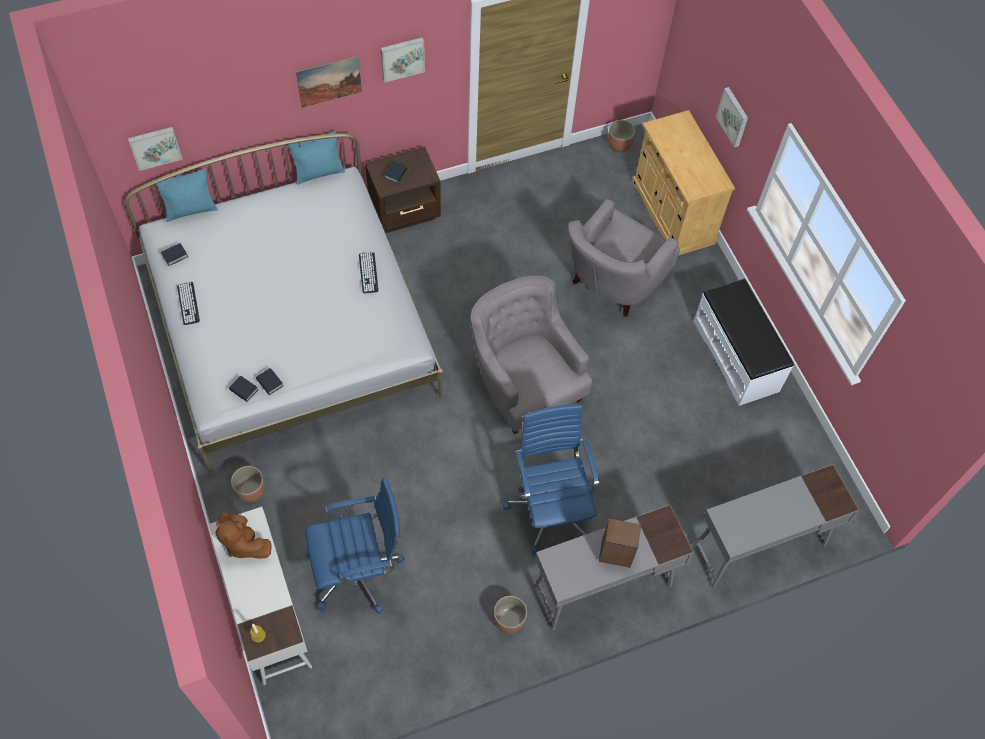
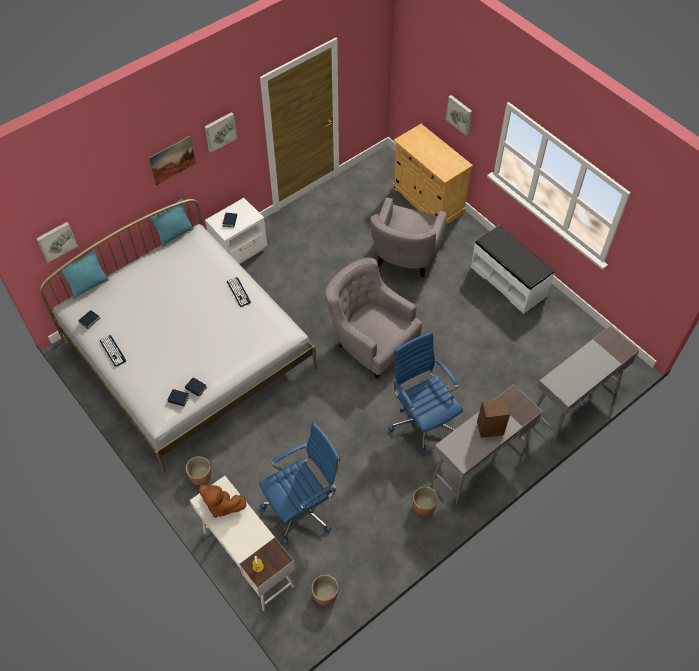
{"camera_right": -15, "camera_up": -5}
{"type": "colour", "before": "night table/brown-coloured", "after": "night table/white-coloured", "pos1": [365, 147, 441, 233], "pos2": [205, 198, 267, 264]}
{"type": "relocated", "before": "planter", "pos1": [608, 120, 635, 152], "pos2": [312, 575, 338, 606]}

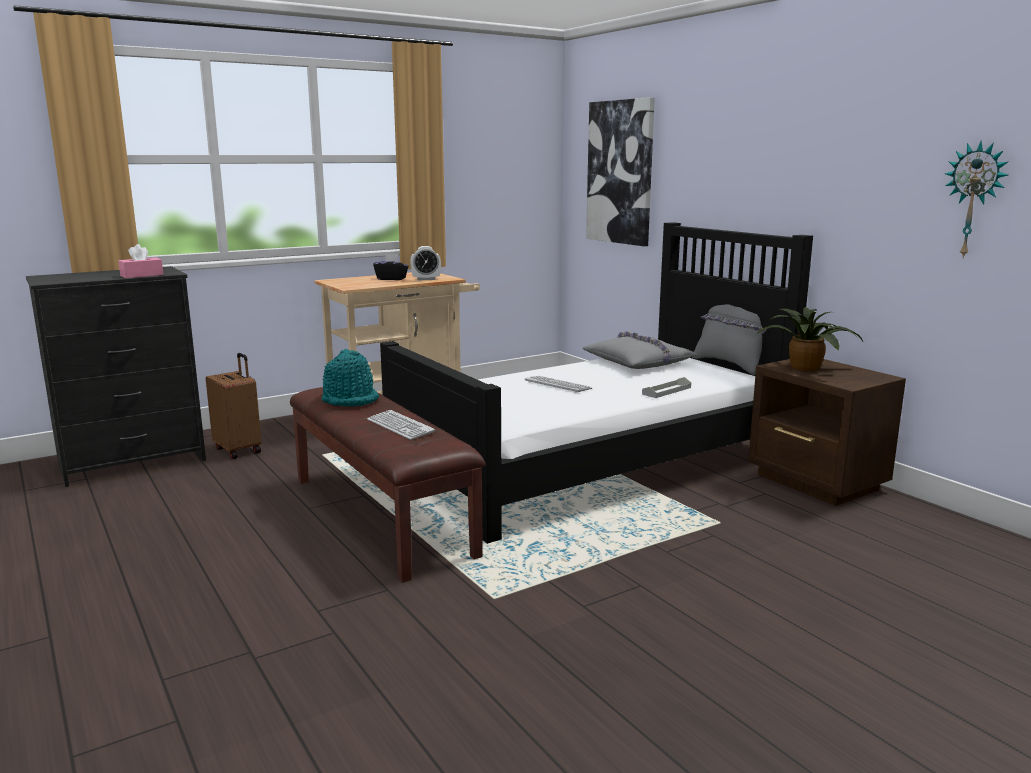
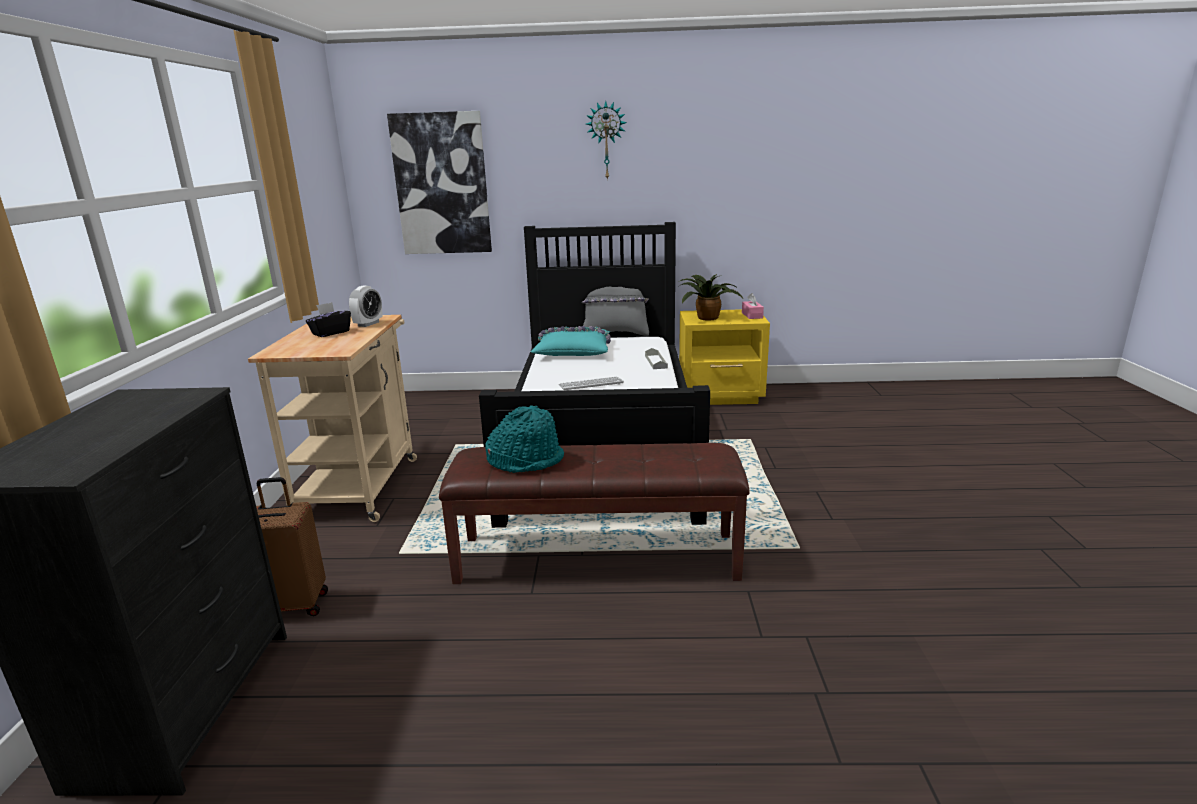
{"camera_right": -55, "camera_up": 5}
{"type": "relocated", "before": "box of tissues/pink-coloured", "pos1": [118, 244, 164, 278], "pos2": [742, 293, 764, 319]}
{"type": "missing", "before": "computer keyboard", "pos1": [367, 410, 435, 440]}
{"type": "colour", "before": "throw pillow/gray", "after": "throw pillow/turquoise-coloured", "pos1": [582, 331, 698, 369], "pos2": [531, 326, 611, 356]}
{"type": "colour", "before": "night table/brown-coloured", "after": "night table/yellow", "pos1": [748, 359, 906, 506], "pos2": [679, 309, 770, 405]}
{"type": "relocated", "before": "wall clock", "pos1": [945, 141, 1008, 259], "pos2": [586, 101, 627, 181]}

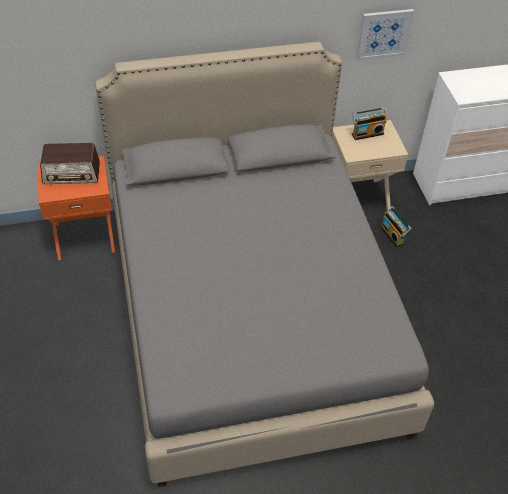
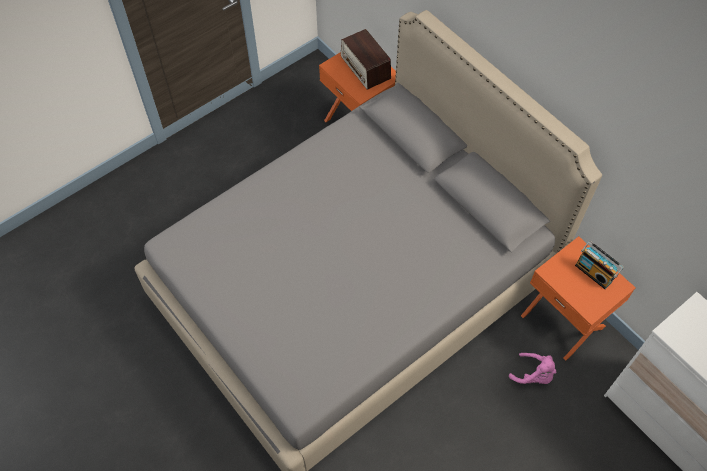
{"camera_right": 65, "camera_up": 10}
{"type": "colour", "before": "night table/beige-coloured", "after": "night table/orangey", "pos1": [332, 120, 408, 211], "pos2": [521, 236, 636, 361]}
{"type": "missing", "before": "wall picture", "pos1": [356, 9, 414, 60]}
{"type": "exchanged", "before": "radio", "after": "cuddly toy/pink-coloured", "pos1": [381, 206, 412, 247], "pos2": [509, 353, 556, 384]}

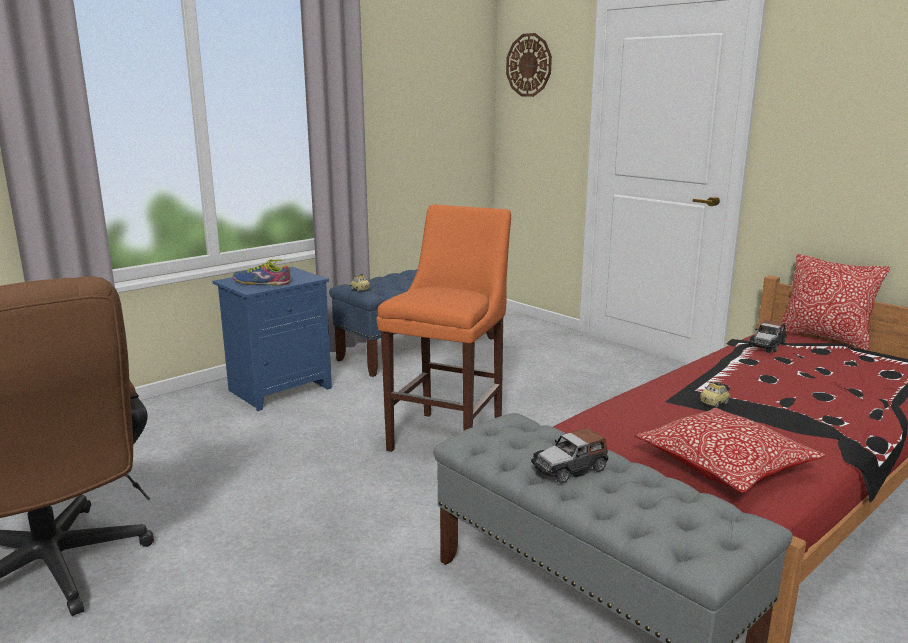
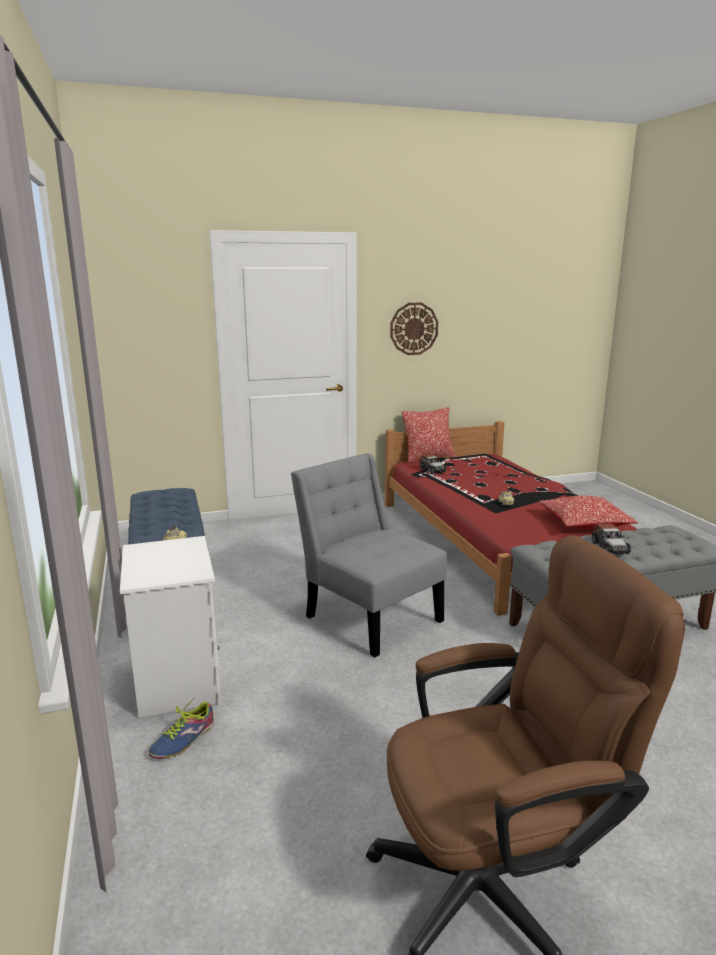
{"camera_right": -65, "camera_up": 0}
{"type": "colour", "before": "night table/blue", "after": "night table/white-coloured", "pos1": [213, 267, 332, 411], "pos2": [120, 536, 221, 718]}
{"type": "relocated", "before": "item of footwear", "pos1": [233, 259, 290, 285], "pos2": [149, 699, 214, 759]}
{"type": "exchanged", "before": "stool seat/orangey", "after": "chair/gray", "pos1": [377, 204, 511, 452], "pos2": [291, 453, 447, 658]}
{"type": "relocated", "before": "wall clock", "pos1": [506, 33, 552, 97], "pos2": [390, 303, 438, 355]}

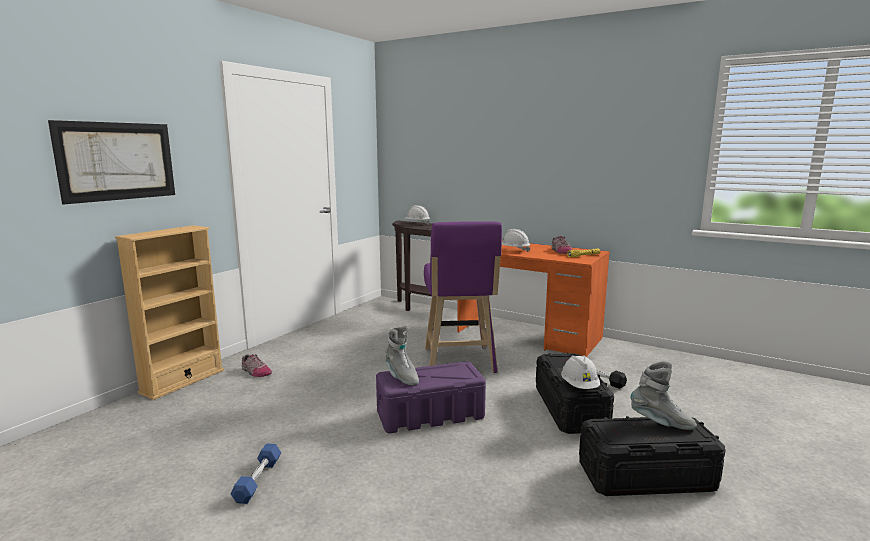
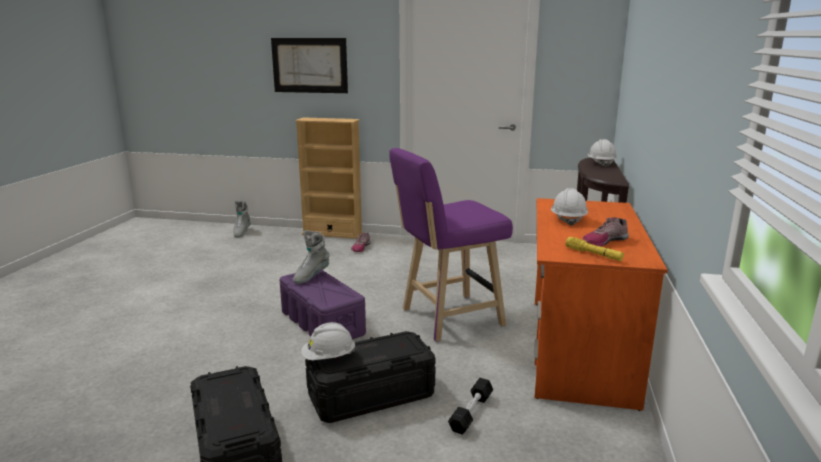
{"camera_right": 70, "camera_up": 5}
{"type": "missing", "before": "free weight/blue", "pos1": [230, 443, 281, 504]}
{"type": "relocated", "before": "boot/gray", "pos1": [631, 361, 697, 430], "pos2": [233, 201, 251, 238]}

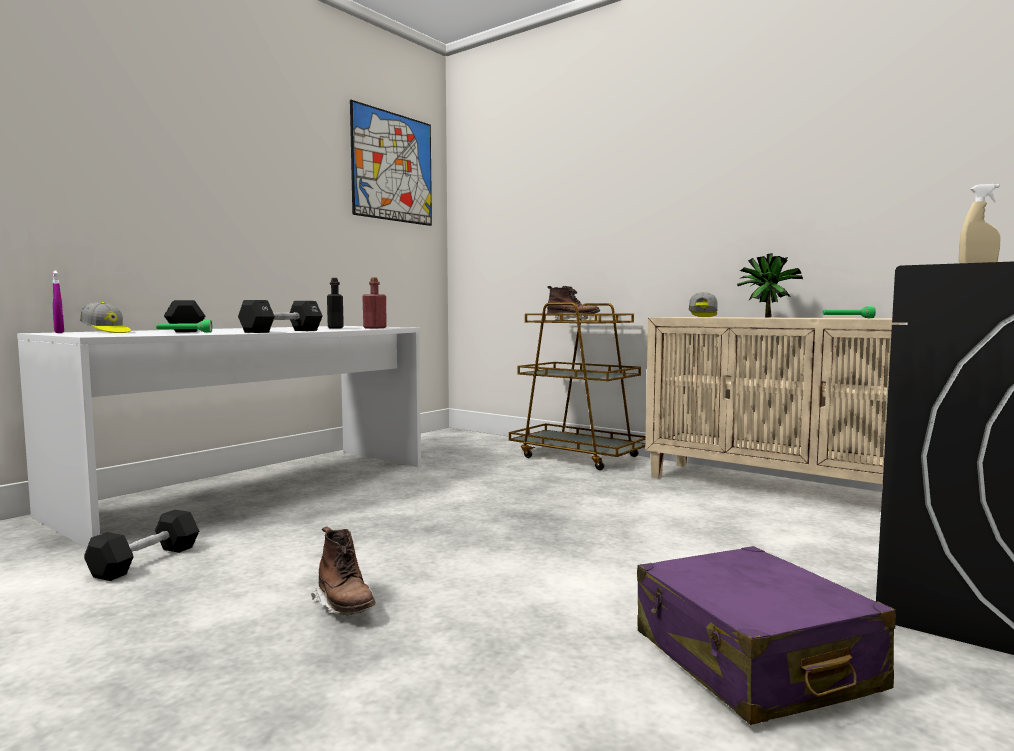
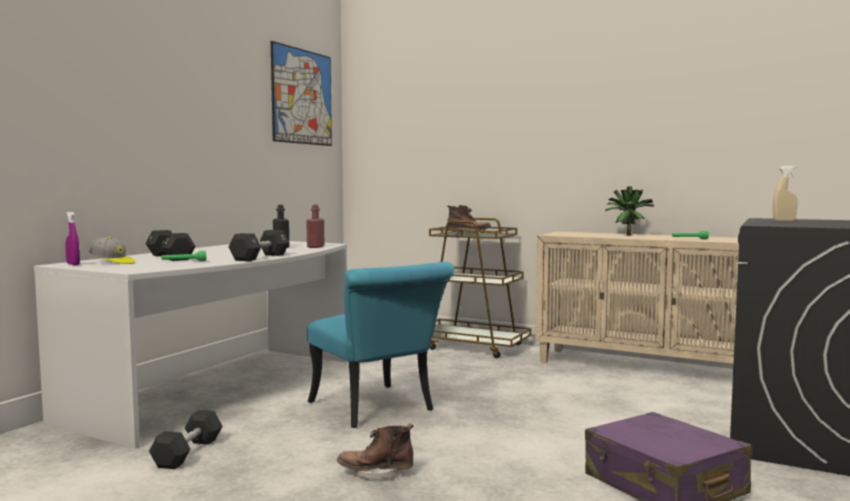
{"camera_right": -10, "camera_up": 0}
{"type": "spun", "before": "boot/brown-coloured", "pos1": [311, 527, 376, 615], "pos2": [337, 424, 414, 480], "turn": 135}
{"type": "missing", "before": "baseball cap", "pos1": [689, 292, 718, 317]}
{"type": "appeared", "after": "chair/turquoise-coloured", "pos2": [307, 262, 454, 428]}

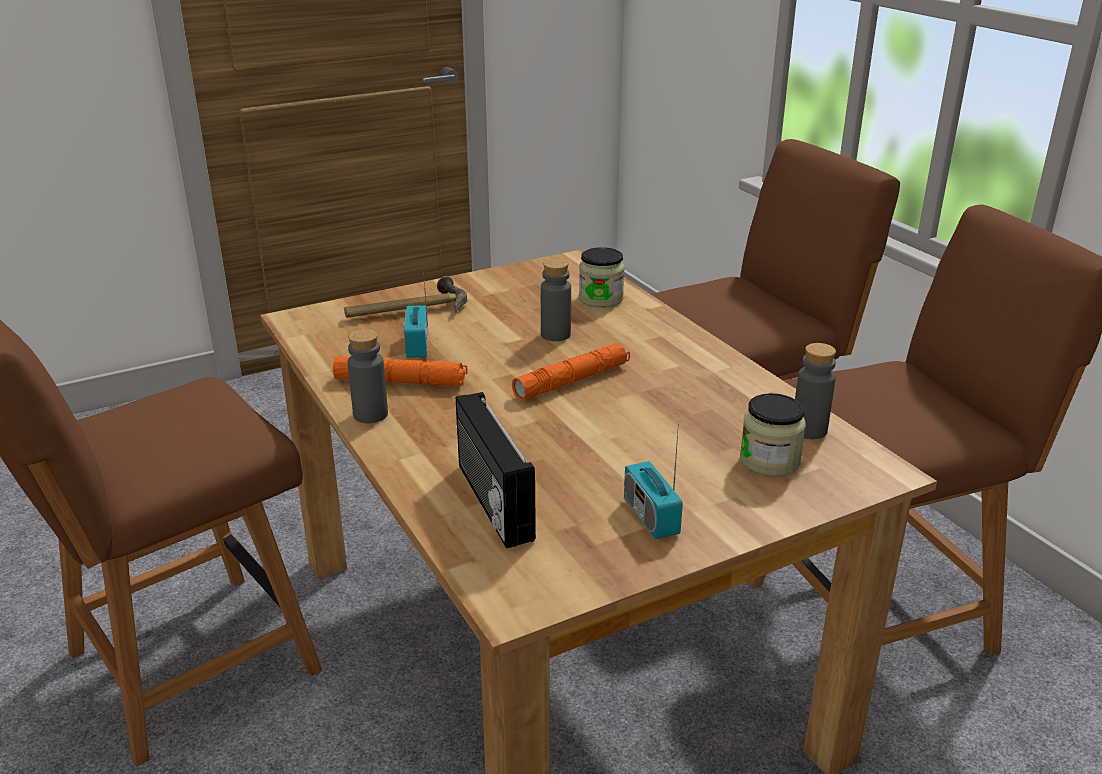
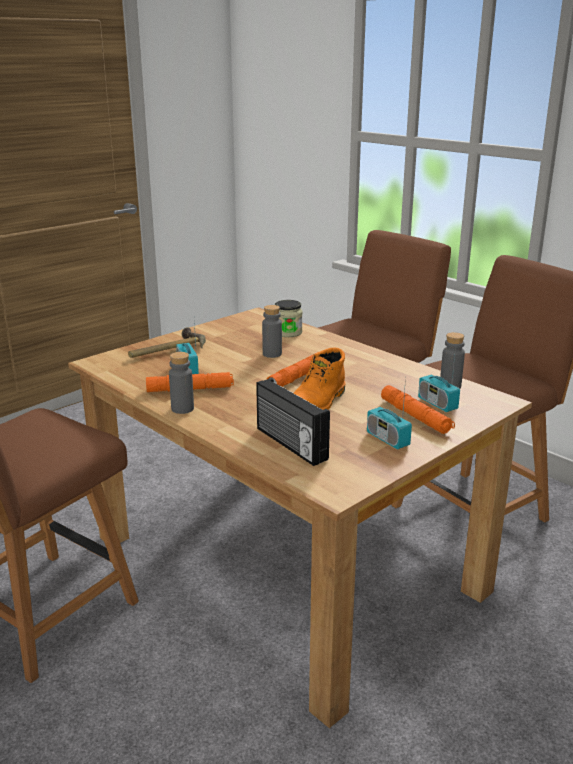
{"camera_right": -15, "camera_up": -5}
{"type": "exchanged", "before": "preserve jar", "after": "radio", "pos1": [740, 393, 806, 477], "pos2": [418, 345, 460, 412]}
{"type": "appeared", "after": "boot/orangey", "pos2": [294, 347, 345, 410]}
{"type": "appeared", "after": "hand torch/orangey", "pos2": [381, 385, 455, 434]}

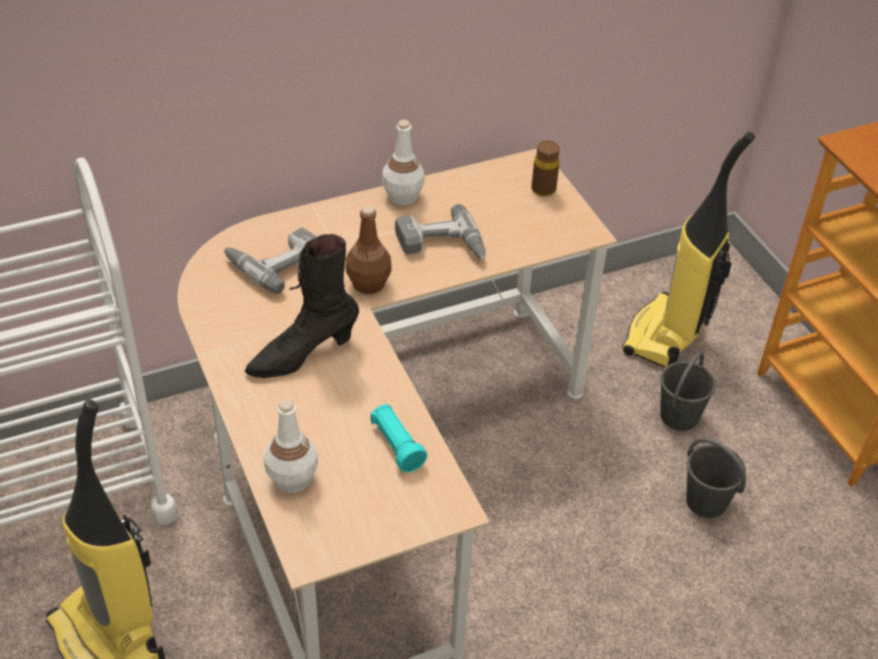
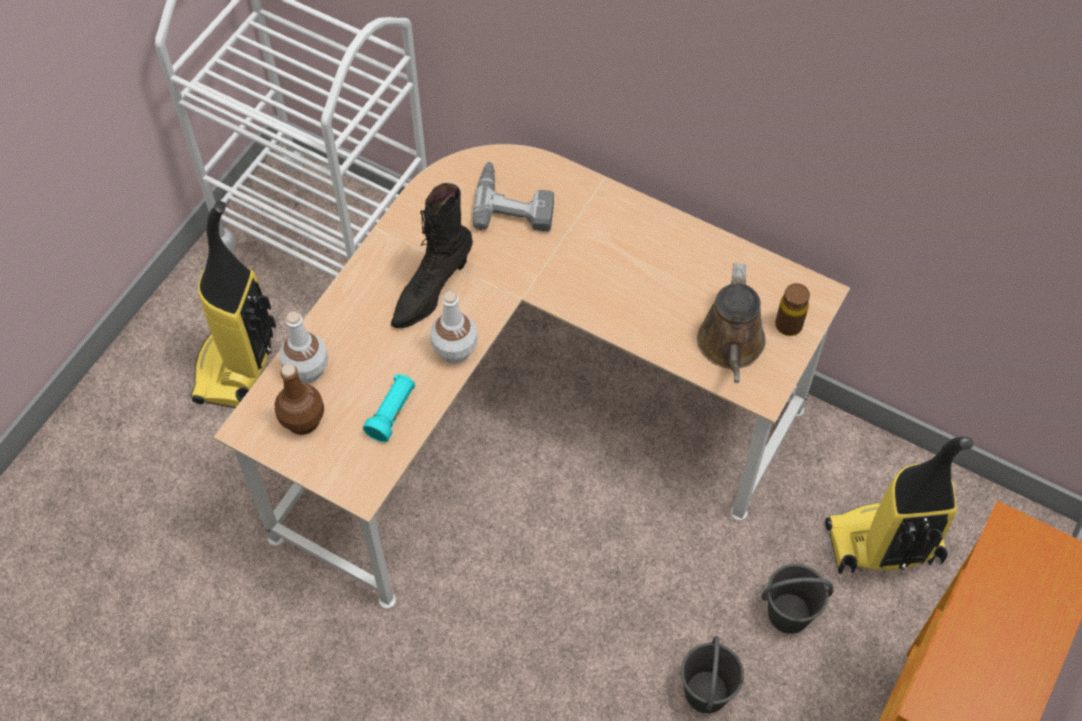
{"camera_right": 55, "camera_up": 15}
{"type": "spun", "before": "boot/black-coloured", "pos1": [245, 234, 359, 378], "pos2": [391, 183, 473, 328], "turn": -75}
{"type": "relocated", "before": "drink bottle/brown-coloured", "pos1": [346, 205, 392, 294], "pos2": [274, 364, 324, 435]}
{"type": "relocated", "before": "drink bottle/white-coloured", "pos1": [382, 120, 424, 205], "pos2": [430, 291, 478, 363]}
{"type": "missing", "before": "electric drill", "pos1": [395, 204, 485, 259]}
{"type": "appeared", "after": "watering can/brown-coloured", "pos2": [697, 263, 765, 383]}

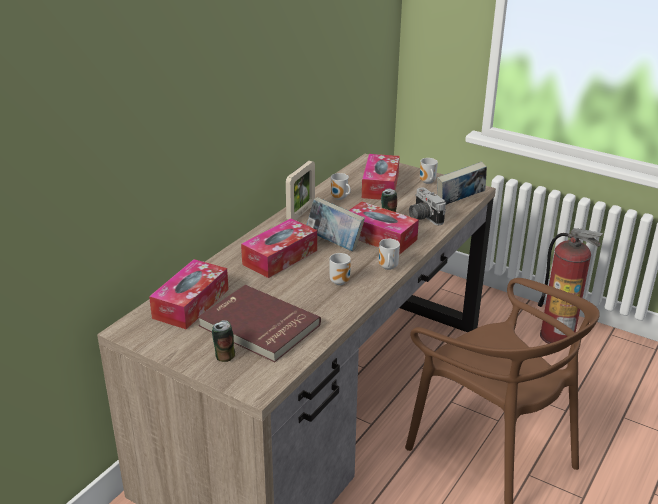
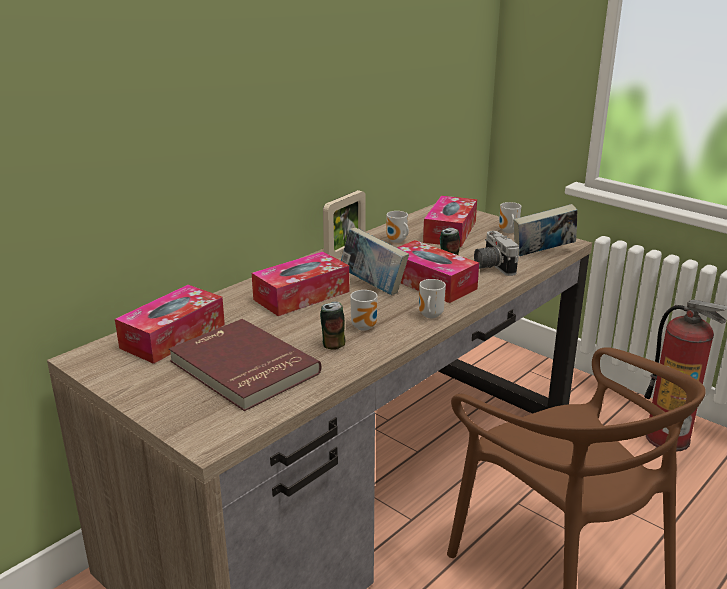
{"camera_right": 10, "camera_up": -5}
{"type": "relocated", "before": "metal can", "pos1": [212, 320, 235, 362], "pos2": [320, 301, 346, 350]}

